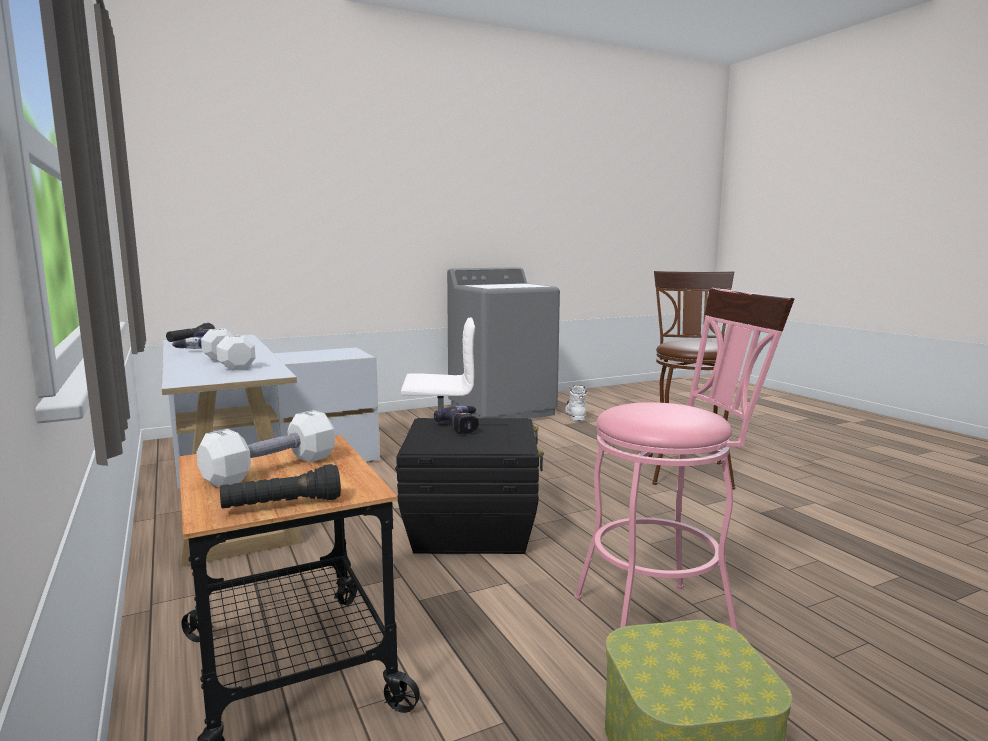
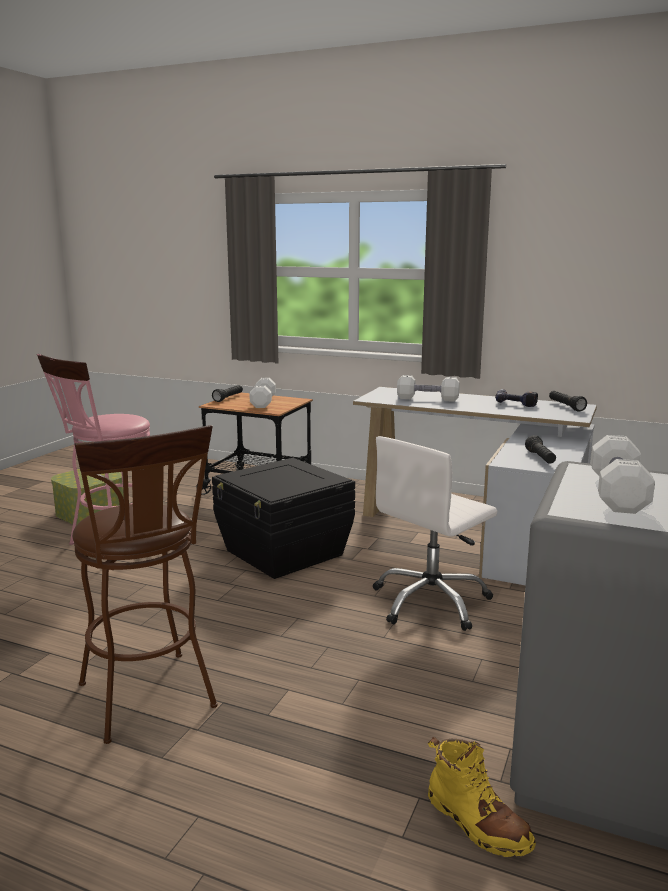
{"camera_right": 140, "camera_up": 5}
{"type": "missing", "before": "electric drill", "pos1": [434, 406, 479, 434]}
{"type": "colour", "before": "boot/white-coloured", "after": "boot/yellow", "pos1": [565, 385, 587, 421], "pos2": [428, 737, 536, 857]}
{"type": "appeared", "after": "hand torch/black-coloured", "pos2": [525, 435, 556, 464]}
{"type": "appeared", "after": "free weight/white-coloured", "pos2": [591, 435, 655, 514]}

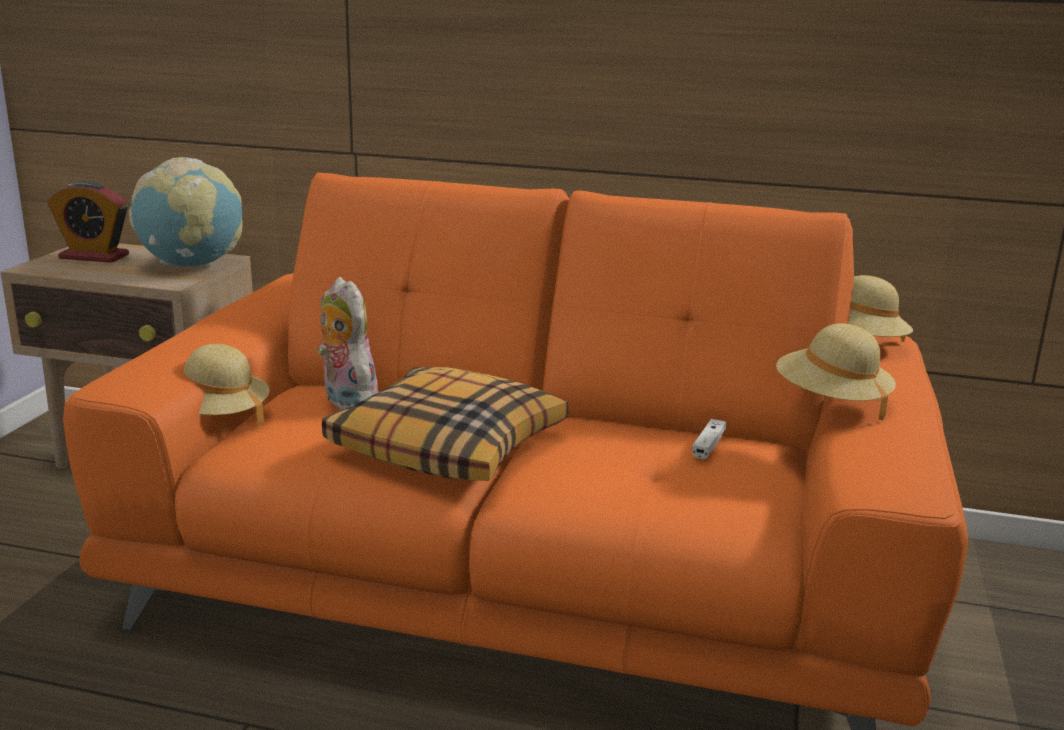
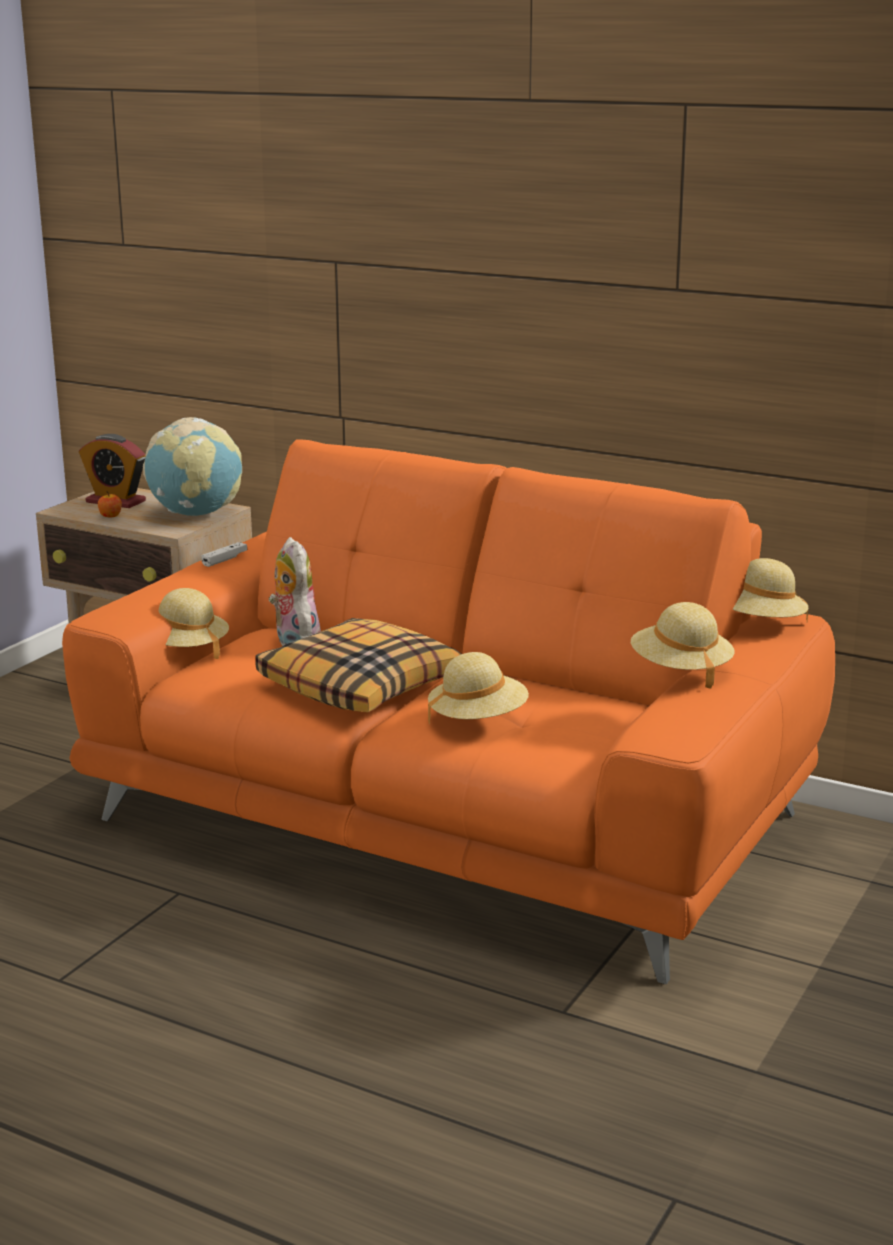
{"camera_right": 15, "camera_up": 0}
{"type": "relocated", "before": "gamepad/white-coloured", "pos1": [692, 419, 726, 459], "pos2": [201, 542, 247, 567]}
{"type": "appeared", "after": "apple fruit", "pos2": [98, 491, 122, 518]}
{"type": "appeared", "after": "clothing hat/beige-coloured", "pos2": [428, 652, 529, 723]}

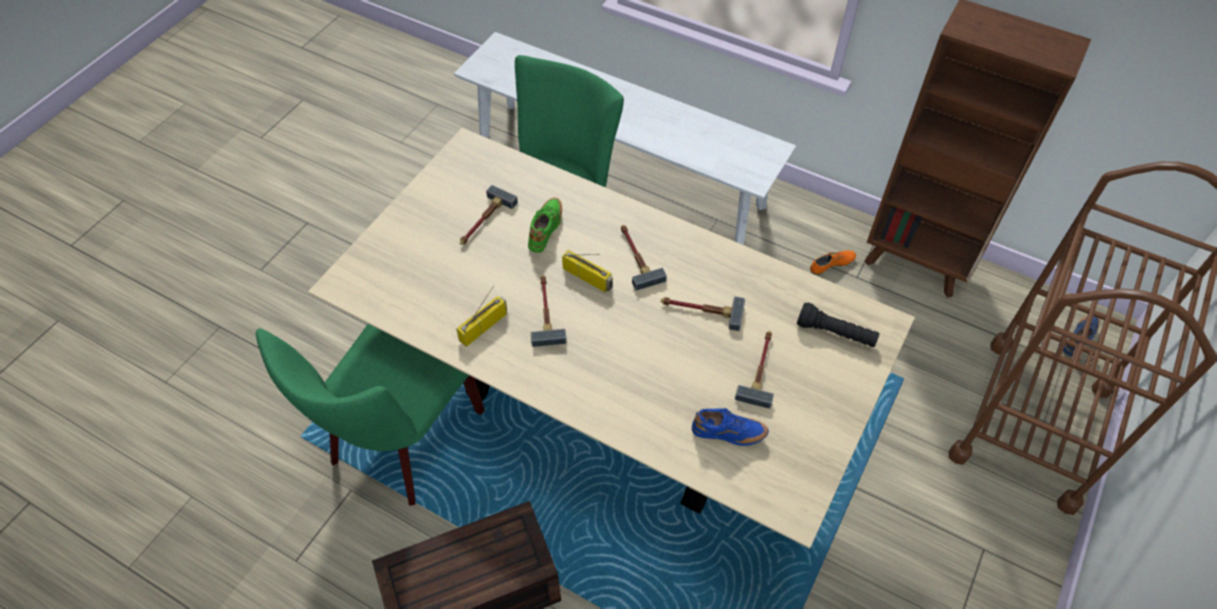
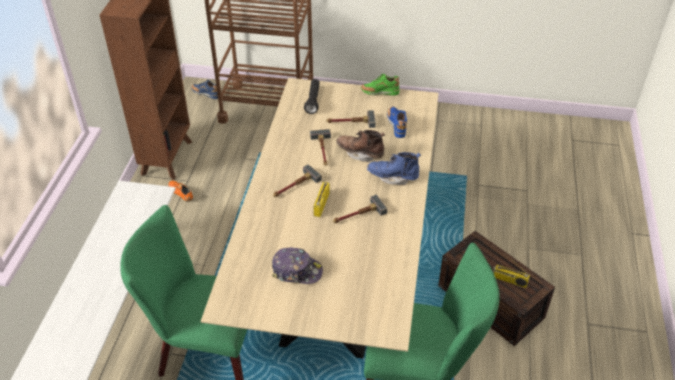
{"camera_right": -110, "camera_up": -10}
{"type": "relocated", "before": "radio", "pos1": [456, 285, 507, 347], "pos2": [493, 253, 530, 288]}
{"type": "exchanged", "before": "hammer", "after": "baseball cap", "pos1": [460, 185, 518, 245], "pos2": [272, 247, 323, 284]}
{"type": "relocated", "before": "item of footwear/green", "pos1": [528, 197, 562, 253], "pos2": [361, 74, 399, 96]}
{"type": "appeared", "after": "boot/brown-coloured", "pos2": [336, 130, 385, 162]}
{"type": "appeared", "after": "boot/blue", "pos2": [367, 152, 421, 185]}

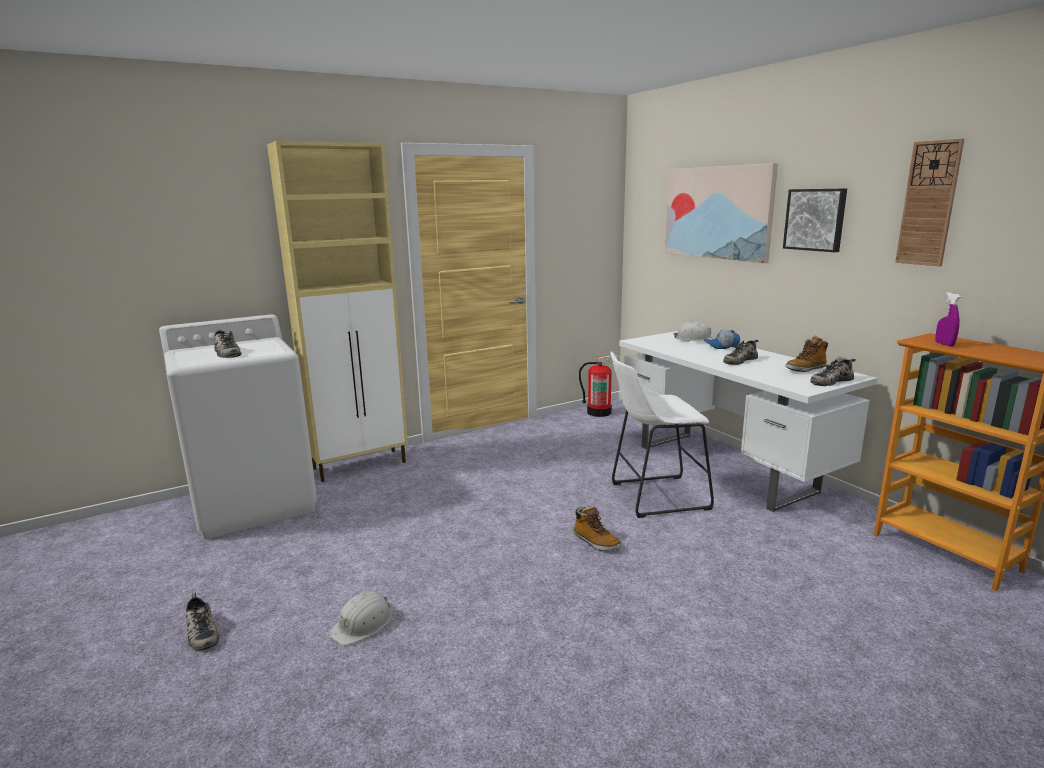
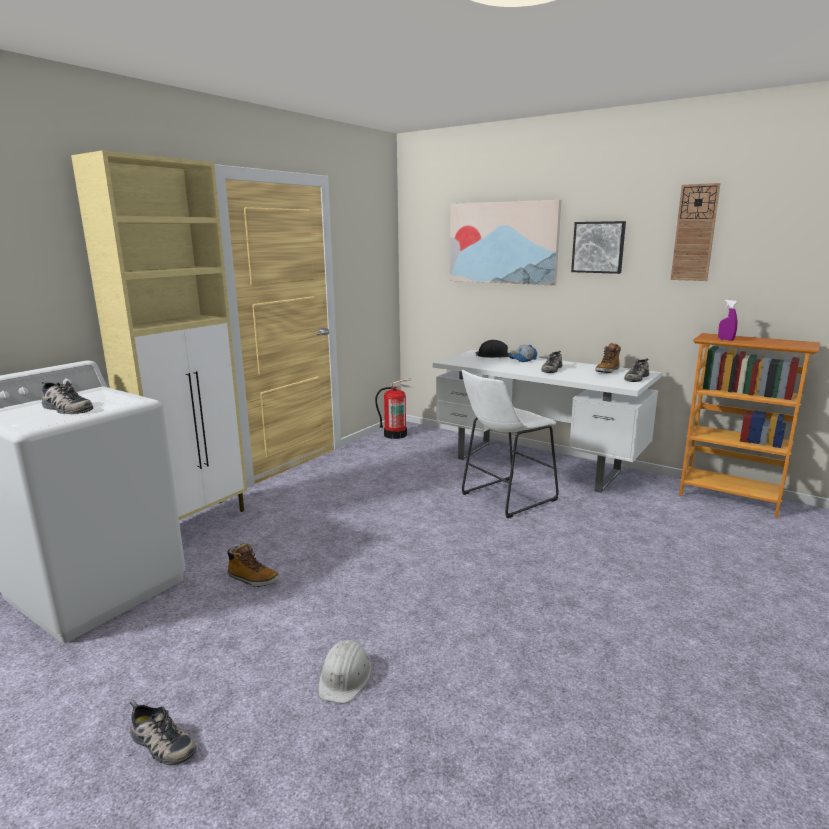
{"camera_right": -25, "camera_up": 0}
{"type": "relocated", "before": "boot", "pos1": [574, 505, 621, 551], "pos2": [227, 543, 279, 587]}
{"type": "colour", "before": "work helmet/white-coloured", "after": "work helmet/black-coloured", "pos1": [674, 321, 716, 342], "pos2": [475, 340, 510, 358]}

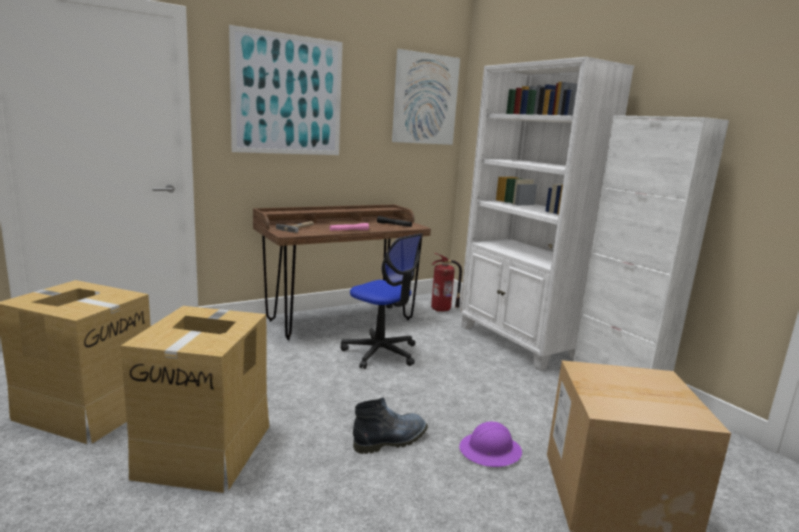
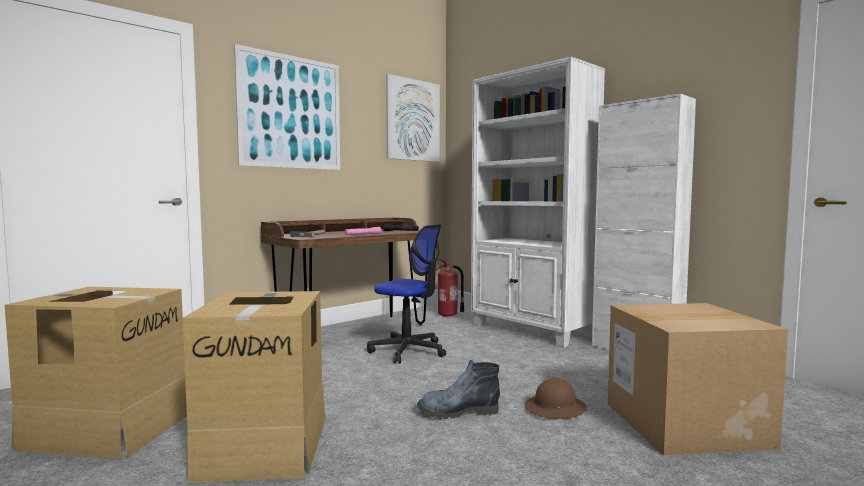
{"camera_right": -10, "camera_up": -10}
{"type": "spun", "before": "boot", "pos1": [353, 398, 428, 454], "pos2": [417, 360, 500, 419], "turn": -150}
{"type": "colour", "before": "work helmet/purplish", "after": "work helmet/brown-coloured", "pos1": [459, 422, 522, 467], "pos2": [525, 378, 587, 419]}

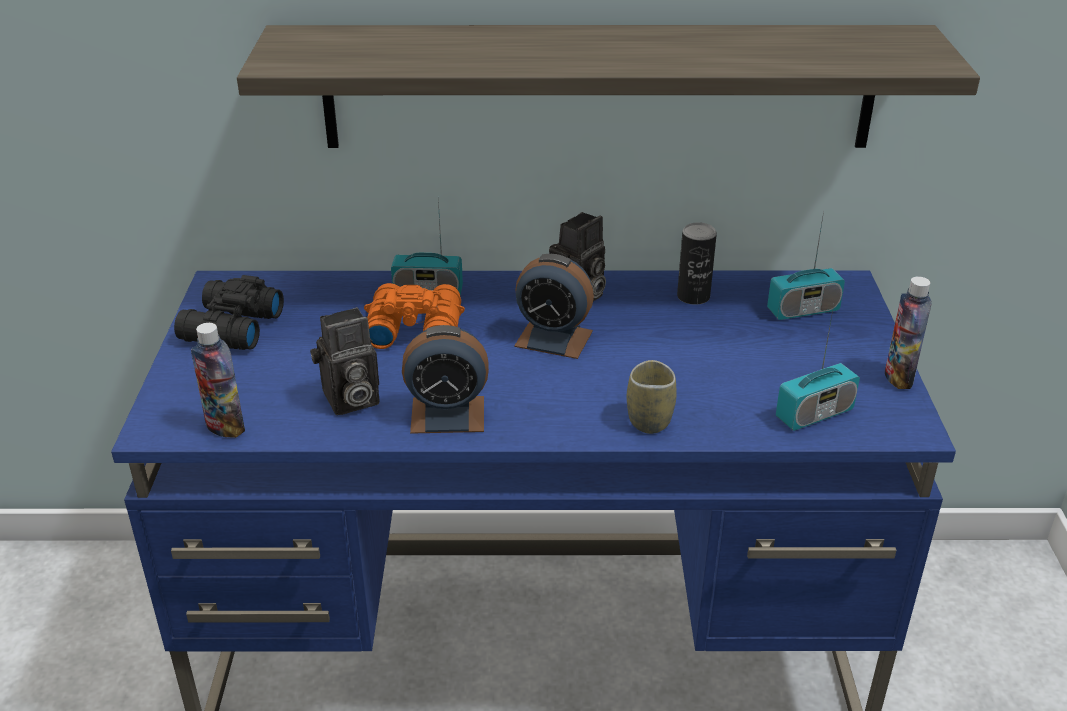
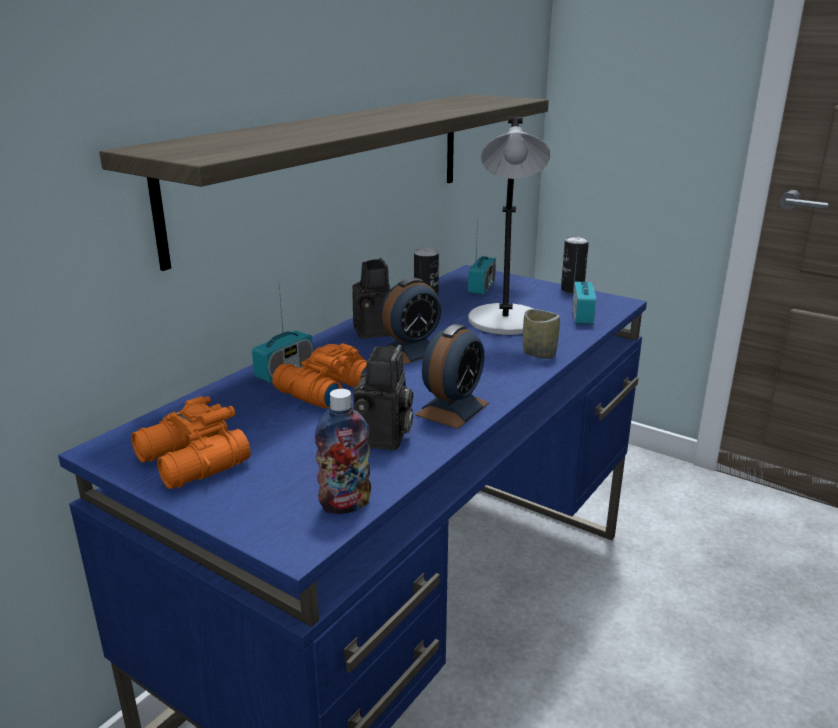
{"camera_right": -55, "camera_up": -10}
{"type": "colour", "before": "pair of binoculars/black-coloured", "after": "pair of binoculars/orangey", "pos1": [174, 275, 284, 350], "pos2": [131, 396, 251, 489]}
{"type": "exchanged", "before": "drink bottle", "after": "metal can", "pos1": [885, 277, 932, 389], "pos2": [561, 236, 589, 294]}
{"type": "appeared", "after": "table lamp/gray", "pos2": [468, 117, 550, 335]}

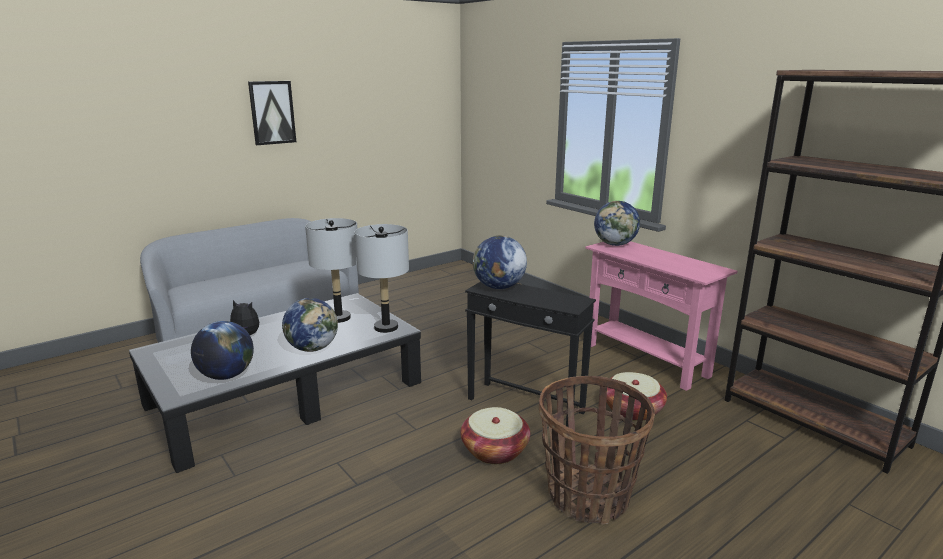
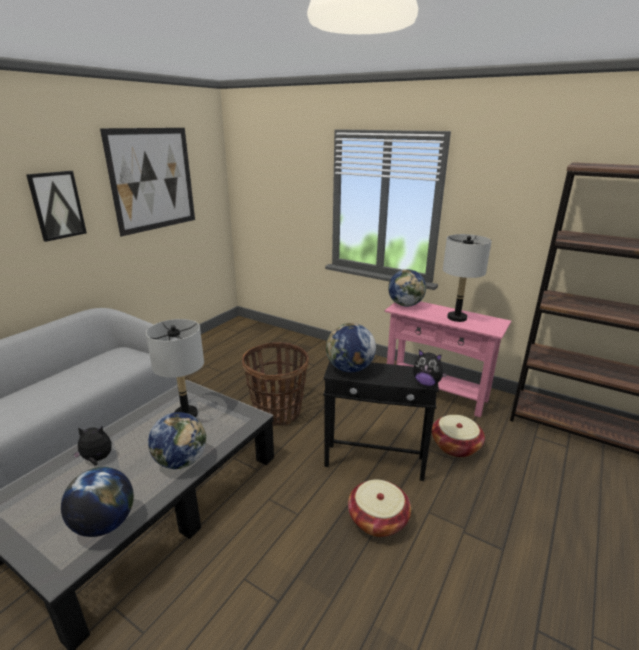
{"camera_right": -20, "camera_up": 5}
{"type": "relocated", "before": "table lamp/gray", "pos1": [354, 224, 409, 333], "pos2": [443, 234, 492, 322]}
{"type": "relocated", "before": "household basket", "pos1": [539, 376, 655, 524], "pos2": [242, 342, 309, 426]}
{"type": "appeared", "after": "wall picture", "pos2": [100, 128, 195, 236]}
{"type": "appeared", "after": "cuddly toy", "pos2": [413, 349, 447, 386]}

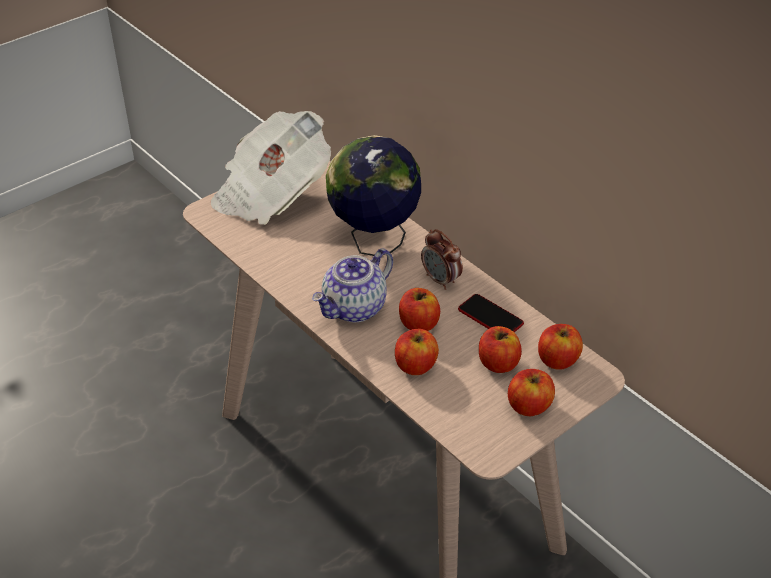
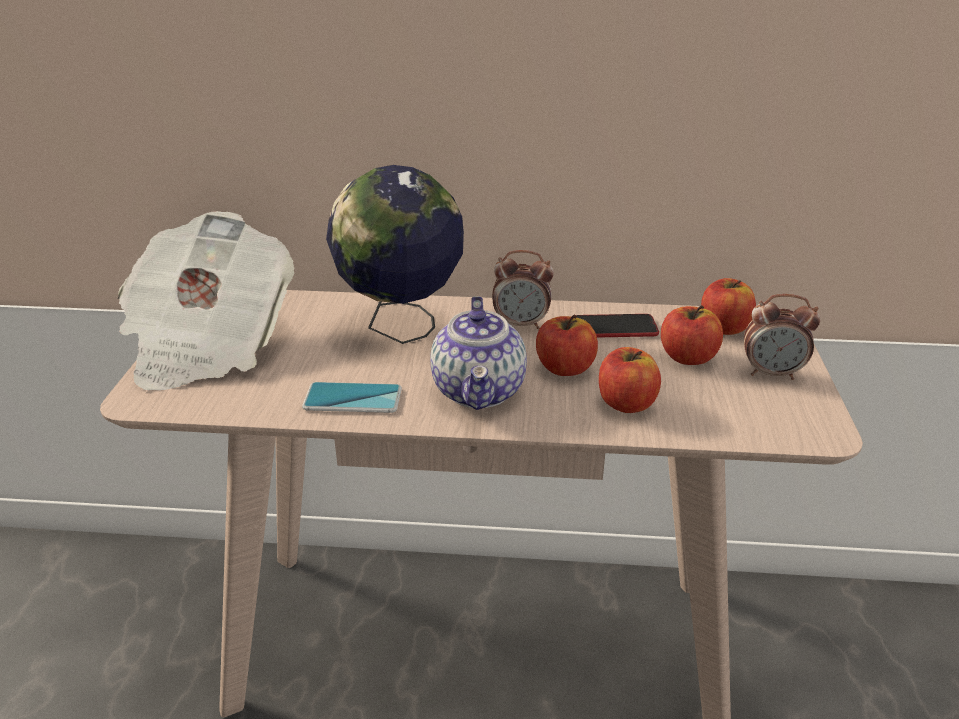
{"camera_right": -45, "camera_up": -10}
{"type": "exchanged", "before": "apple fruit", "after": "table clock", "pos1": [508, 369, 555, 416], "pos2": [744, 294, 821, 380]}
{"type": "appeared", "after": "phone", "pos2": [302, 382, 402, 413]}

